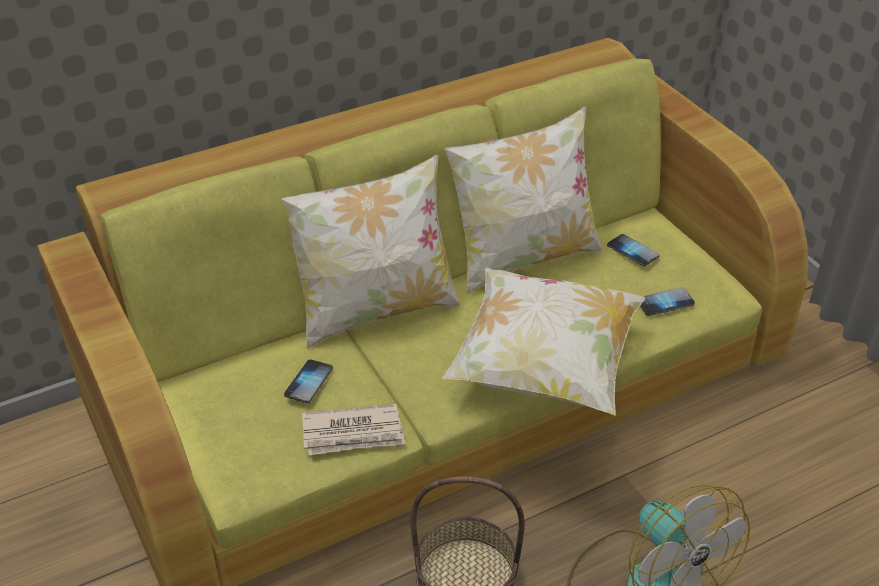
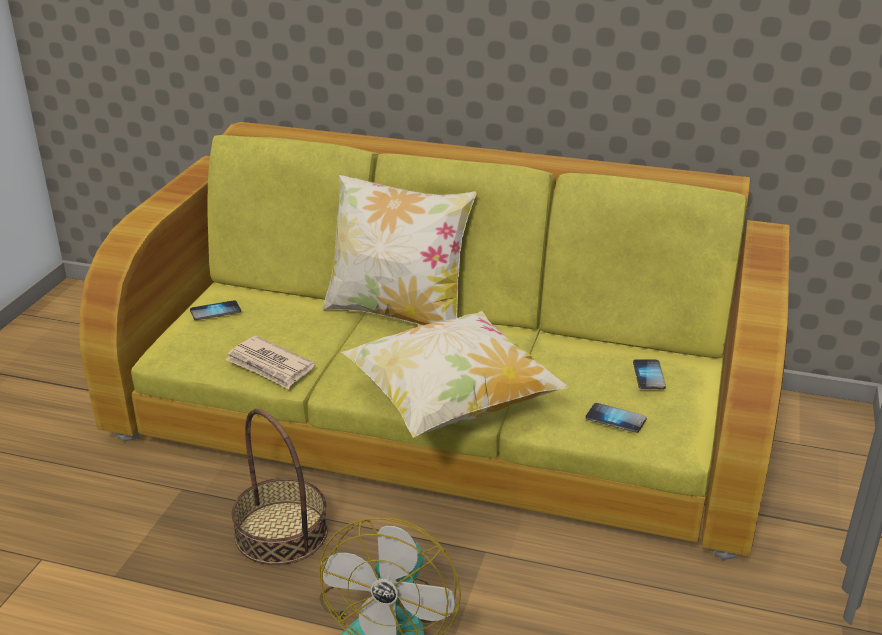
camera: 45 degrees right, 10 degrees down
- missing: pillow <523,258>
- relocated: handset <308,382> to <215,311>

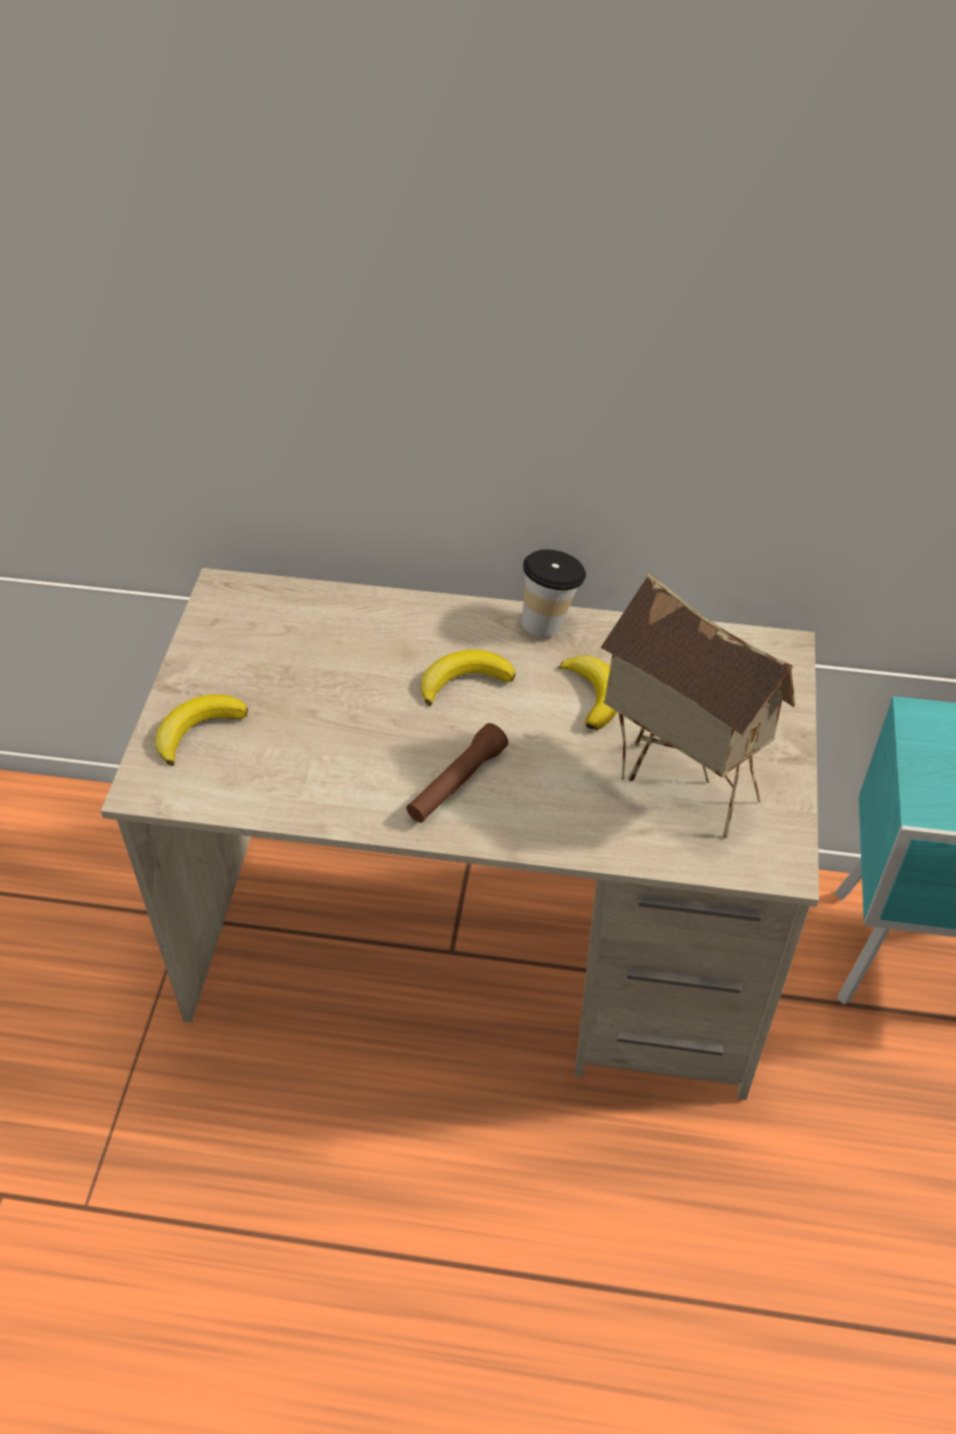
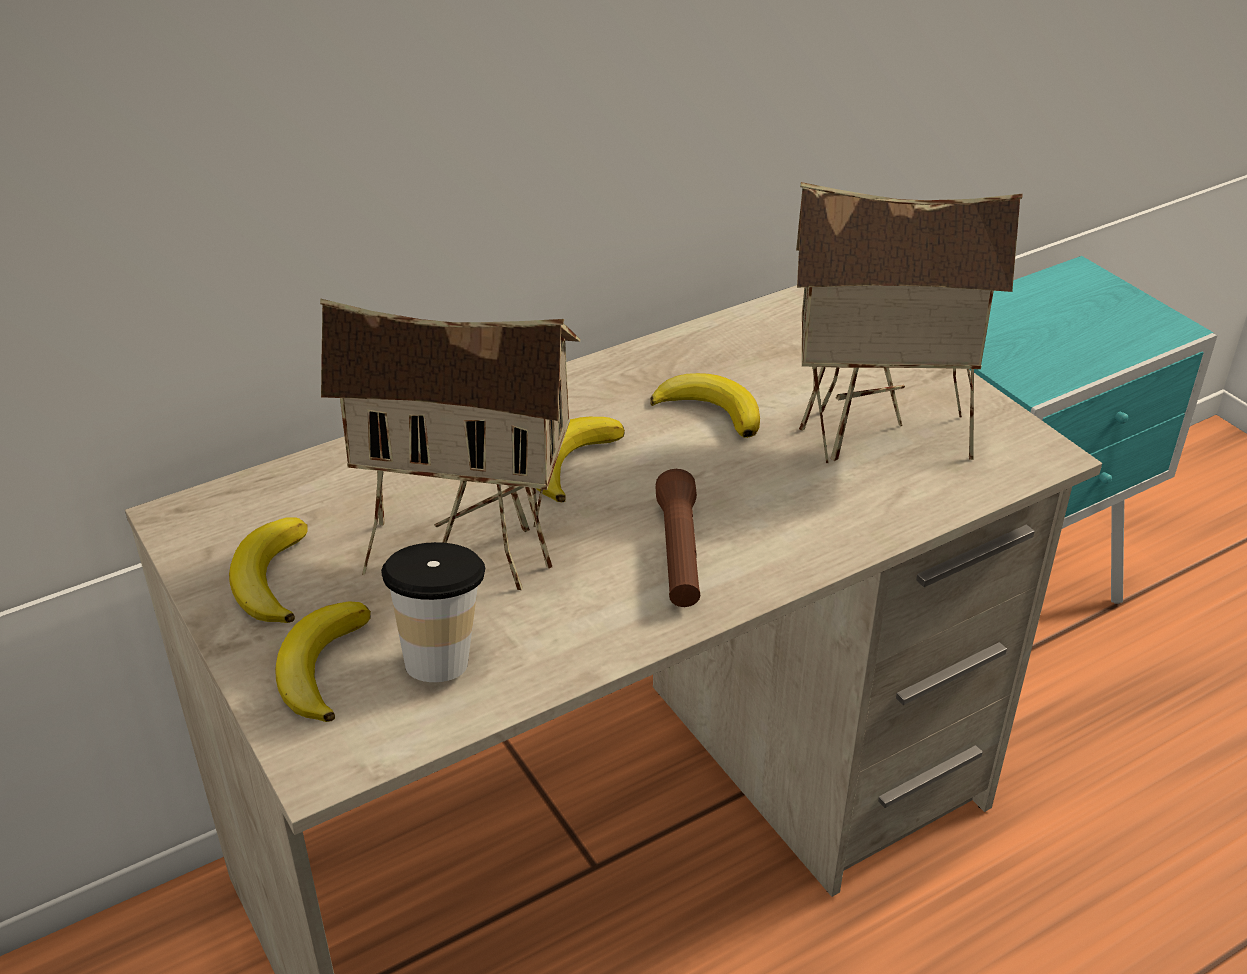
camera: 40 degrees left, 10 degrees down
- appeared: banana <270,578>
- appeared: miniature house <469,547>
- relocated: drinking cup <550,621> to <441,654>

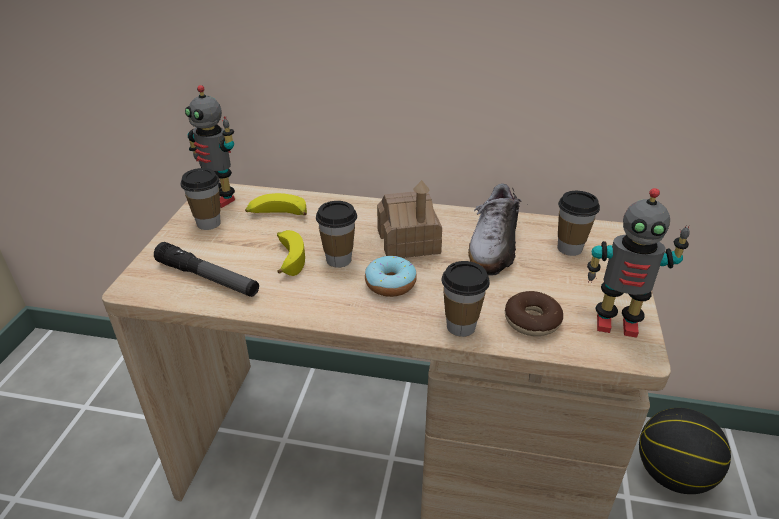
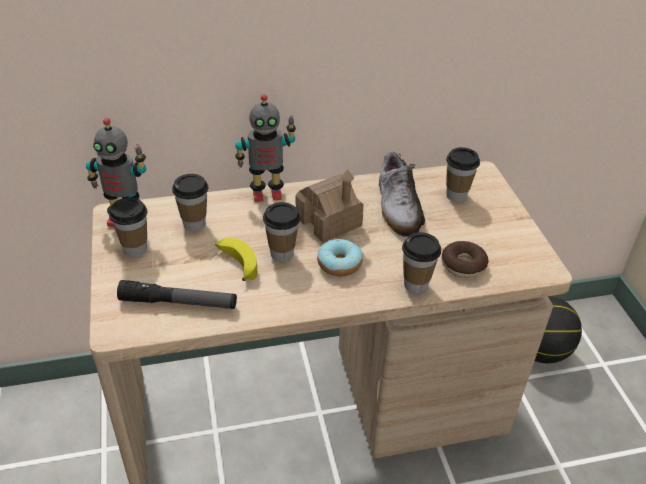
camera: 25 degrees left, 5 degrees up
- relocated: model robot <616,323> to <267,193>
- exchanged: banana <277,215> to drinking cup <194,224>

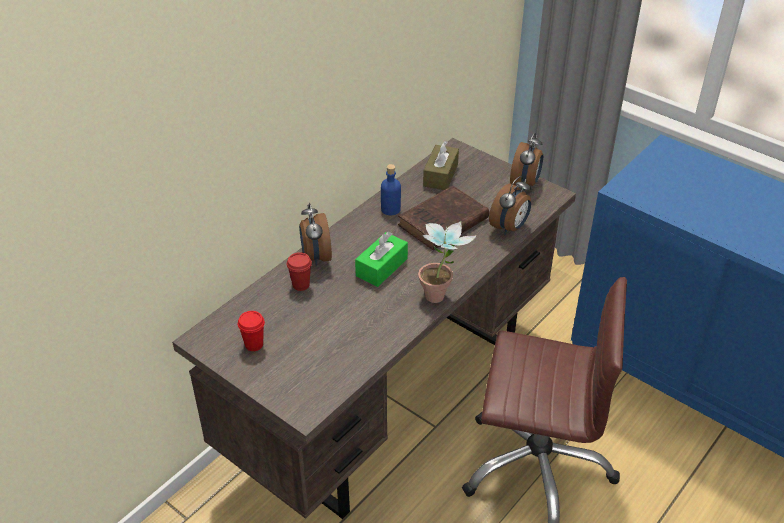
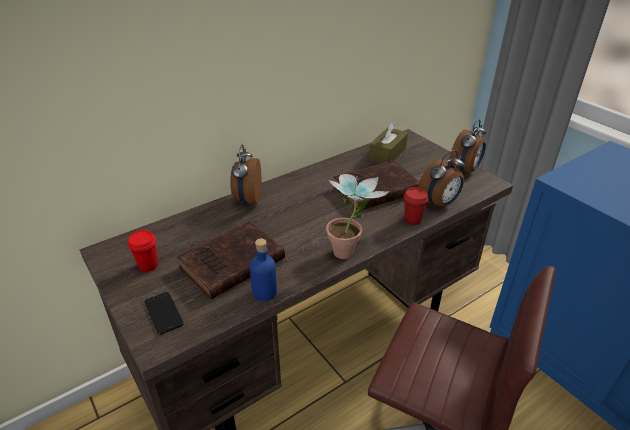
camera: 15 degrees right, 5 degrees down
- missing: tissue holder (greenish) <381,267>
- appeared: handset <164,313>
- appeared: book (brown-coloured) <230,264>
- relocated: drinking cup (reddish) <301,285> to <412,220>
- relocated: drink bottle (bluish) <390,209> to <264,292>

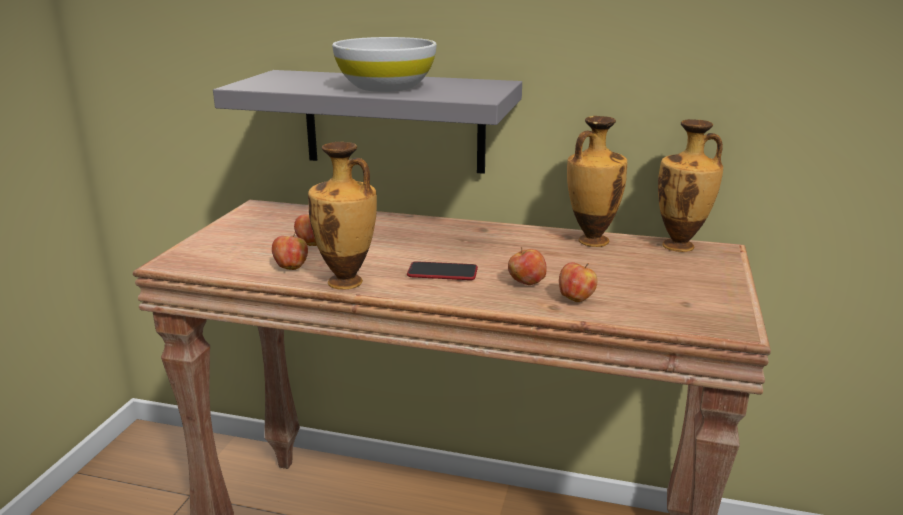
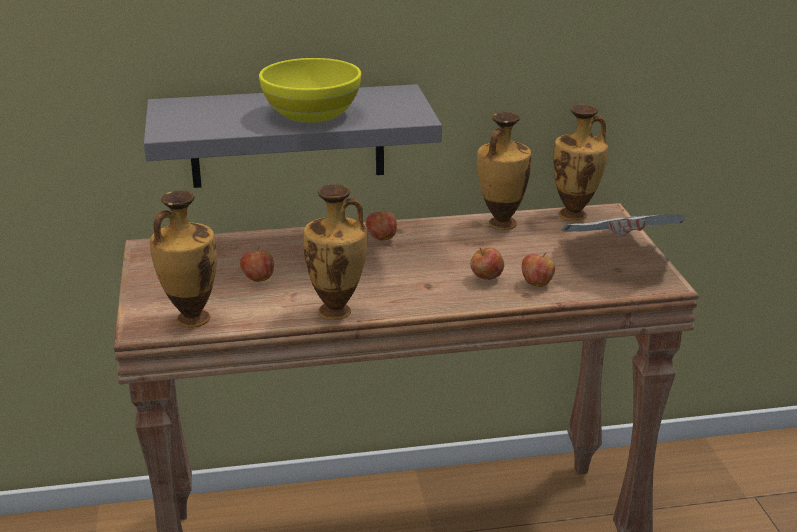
camera: 25 degrees left, 5 degrees up
- missing: handset <442,272>
- appeared: decorative vase <190,319>
- appeared: daily paper <618,255>
- relocated: whole apple <291,268> to <381,238>
- colour: bowl (whitish) <386,87> to bowl (yellow) <312,114>

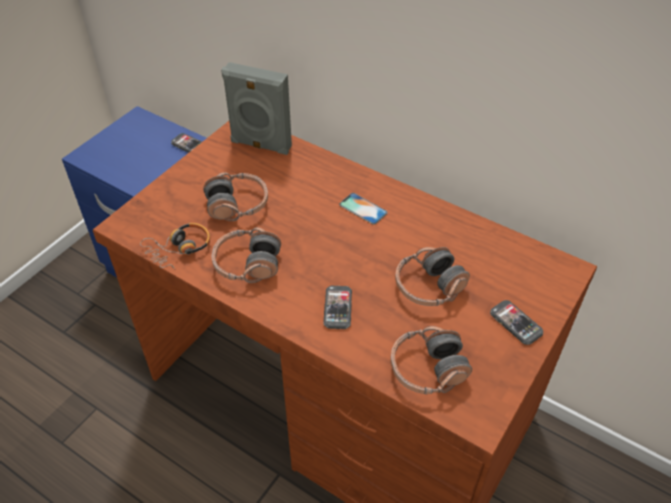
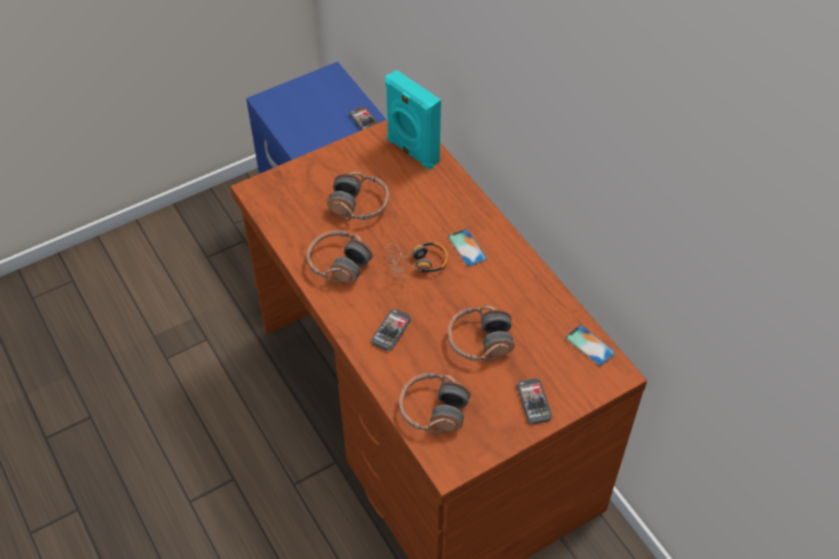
camera: 25 degrees right, 5 degrees up
- appeared: handset <590,345>
- relocated: pair of headphones <179,249> to <417,264>
- colour: speaker (greyish) <260,145> to speaker (turquoise-coloured) <411,151>

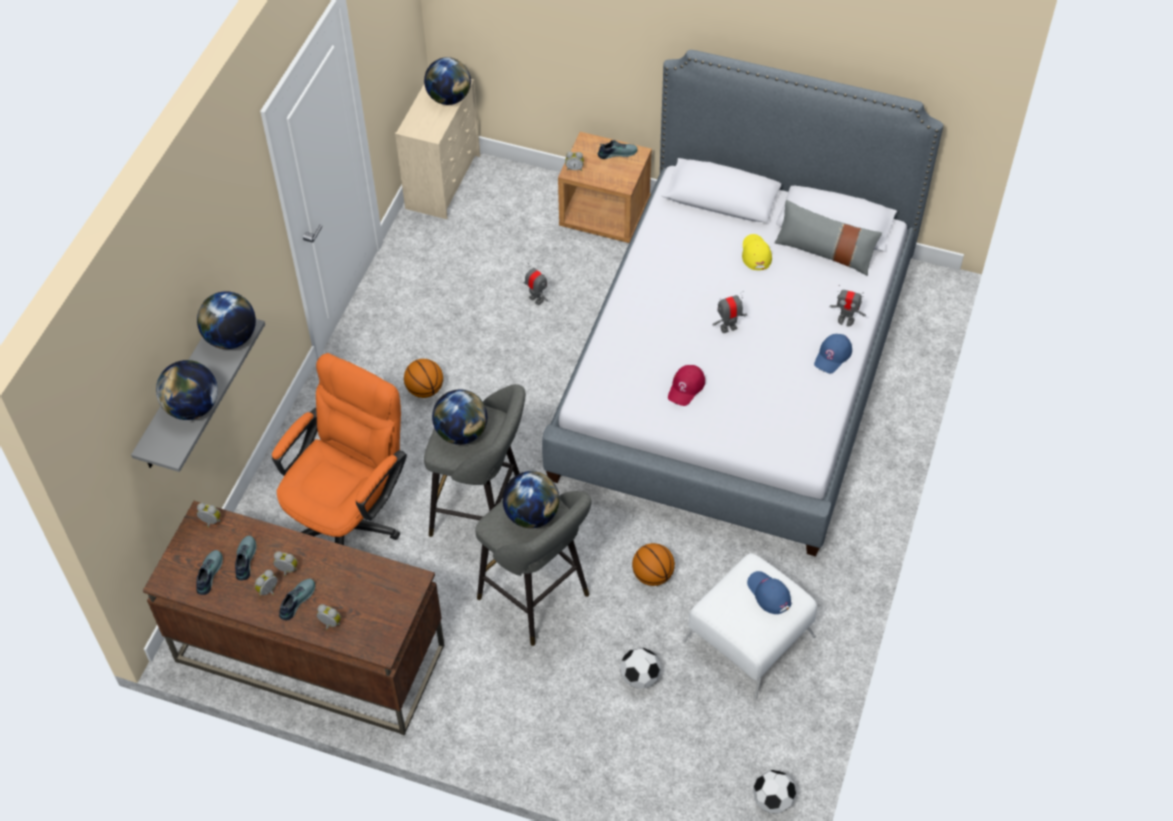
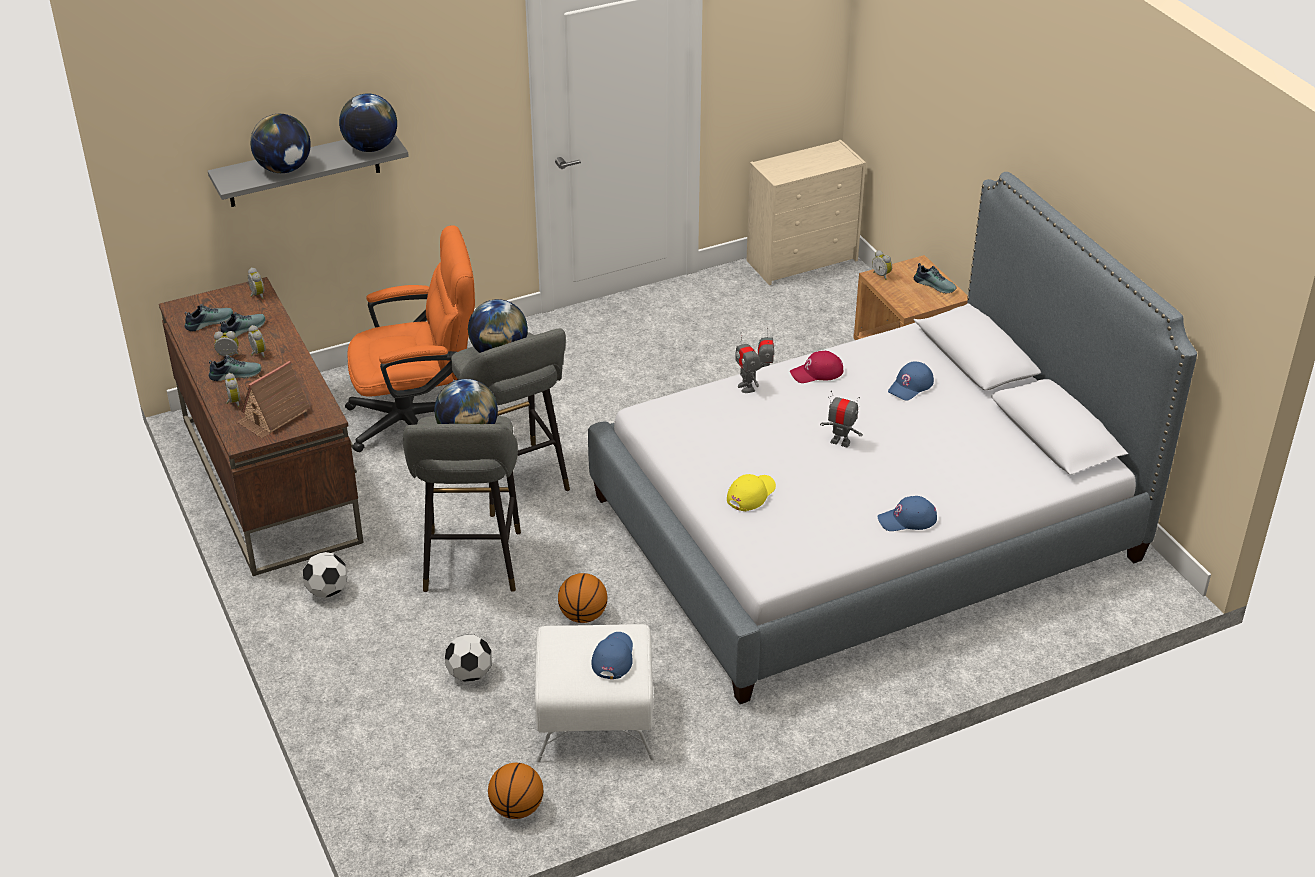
camera: 45 degrees right, 15 degrees down
- missing: globe <449,98>
- missing: pillow (greyish) <825,251>
- appeared: miniature house <273,416>
- appeared: baseball cap (bluish) <911,386>
- relocated: basketball <425,389> to <517,808>
- relocated: baseball cap (reddish) <686,387> to <817,372>
- relocated: baseball cap (yellow) <755,253> to <751,494>
- relocated: football ball <772,800> to <327,591>
- relocated: model robot <845,320> to <746,387>

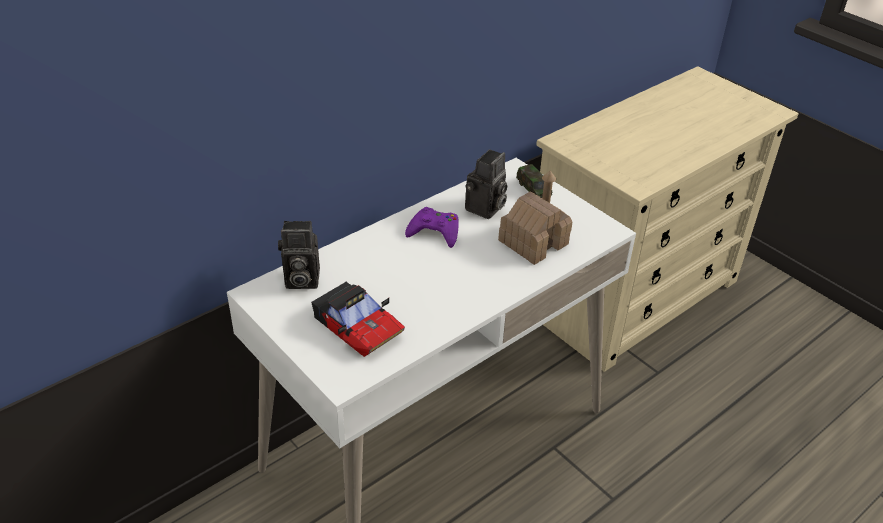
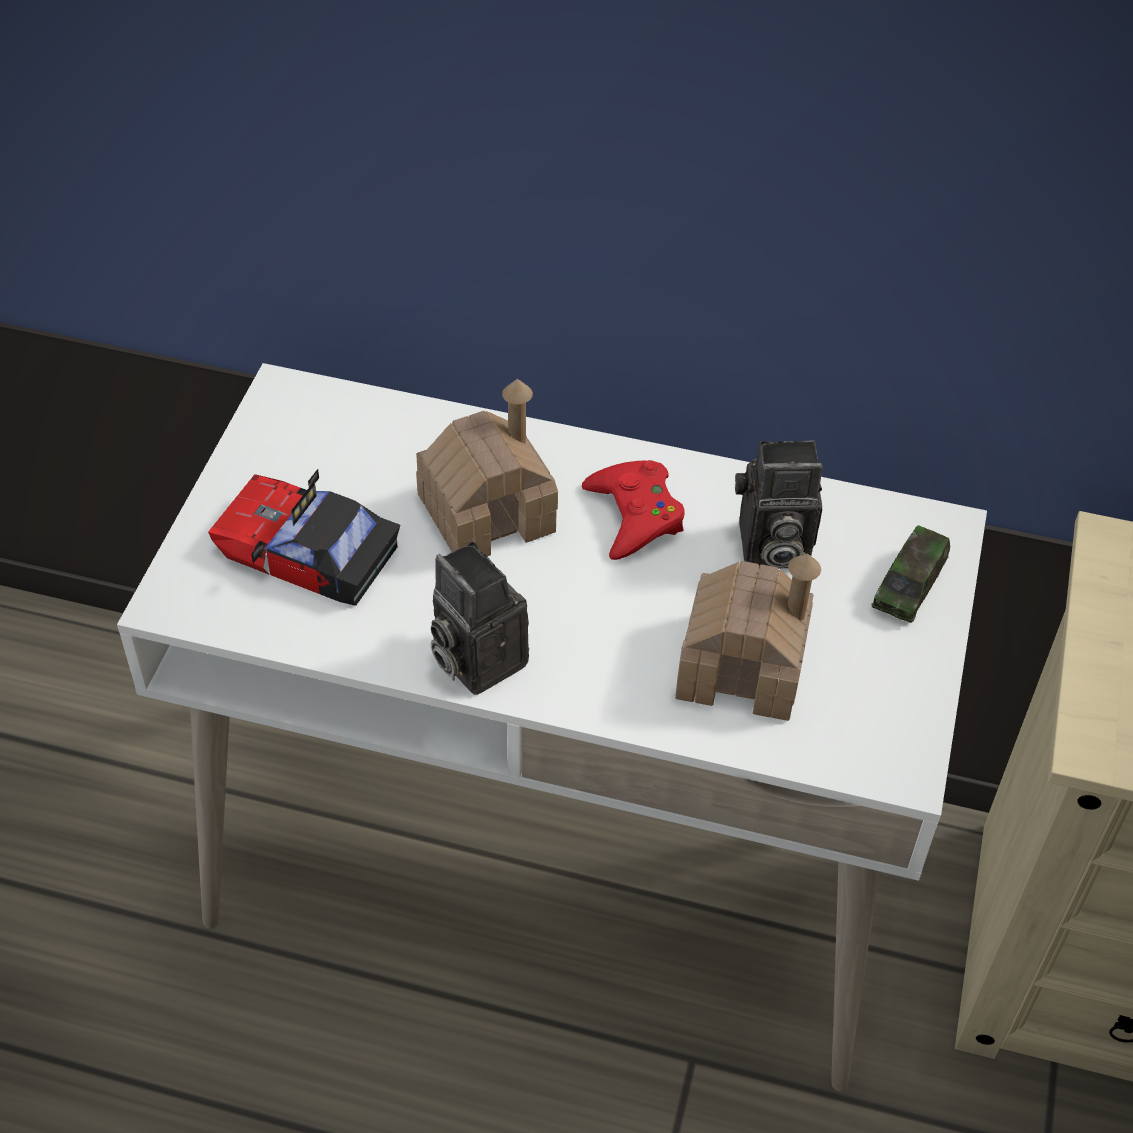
camera: 55 degrees right, 10 degrees up
- appeared: miniature house <487,513>
- relocated: photo camera <300,280> to <474,658>
- colour: game controller (purple) <435,232> to game controller (reddish) <634,515>
- spun: toy car <358,326> = <307,551> 105 degrees clockwise

